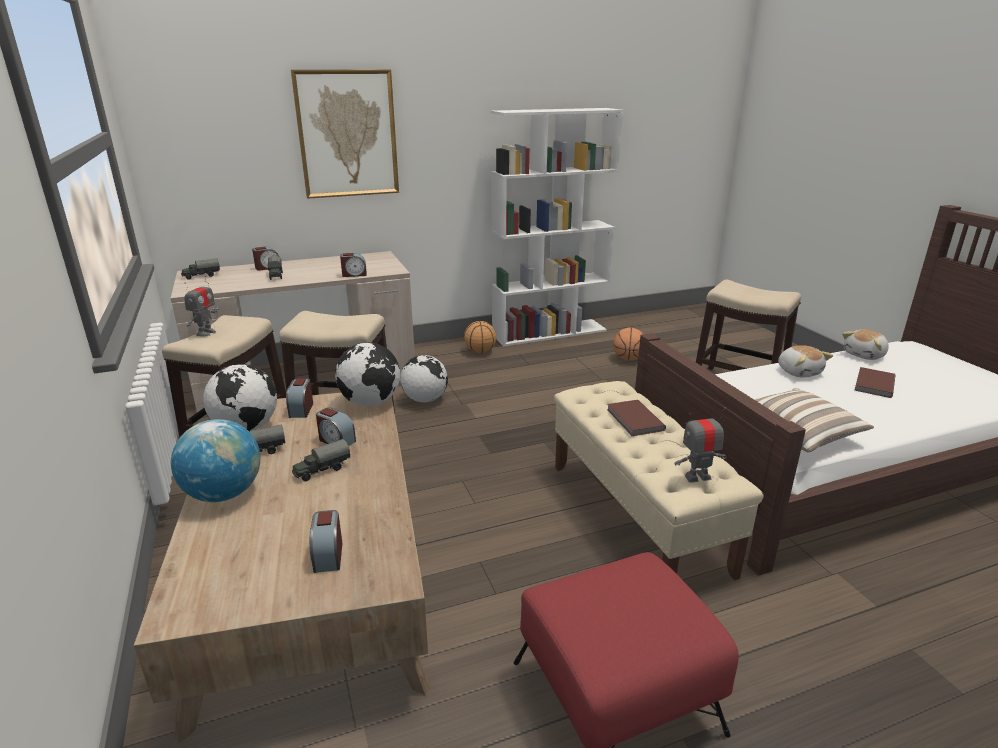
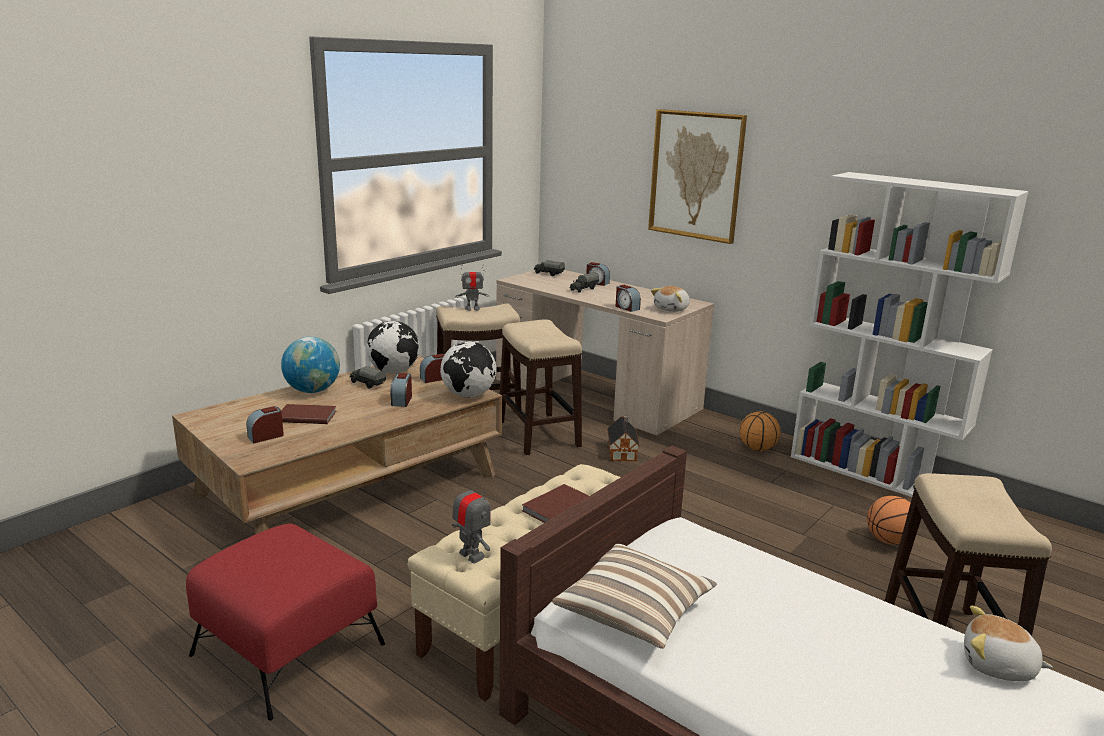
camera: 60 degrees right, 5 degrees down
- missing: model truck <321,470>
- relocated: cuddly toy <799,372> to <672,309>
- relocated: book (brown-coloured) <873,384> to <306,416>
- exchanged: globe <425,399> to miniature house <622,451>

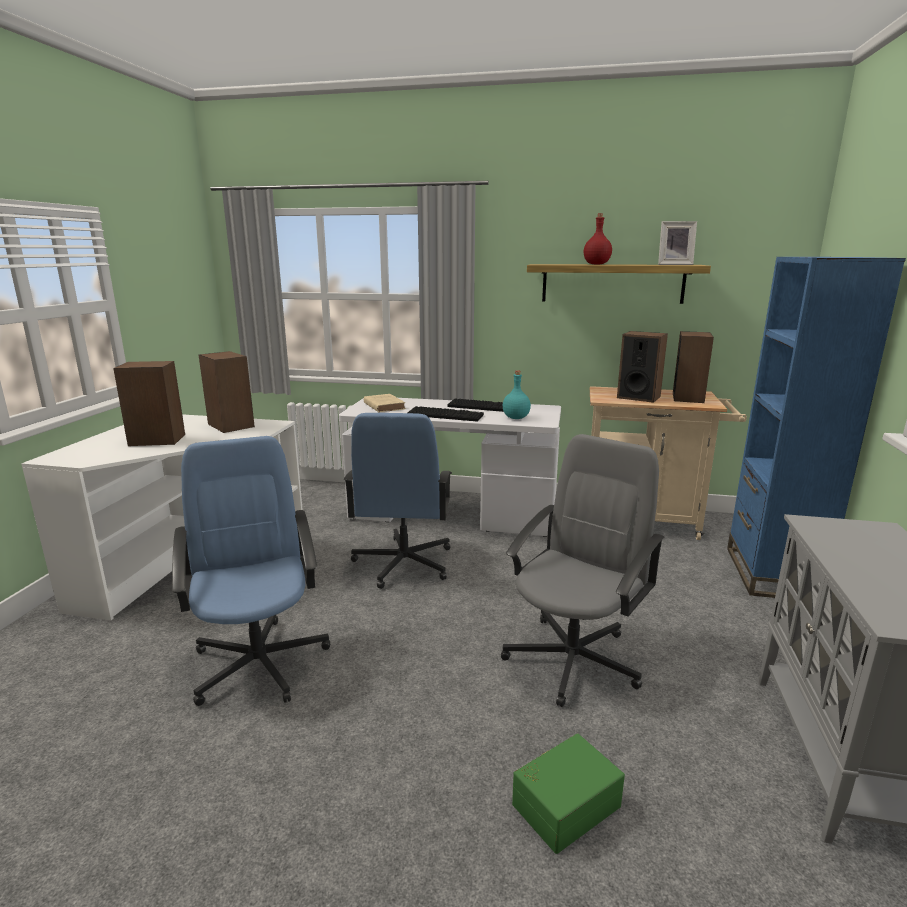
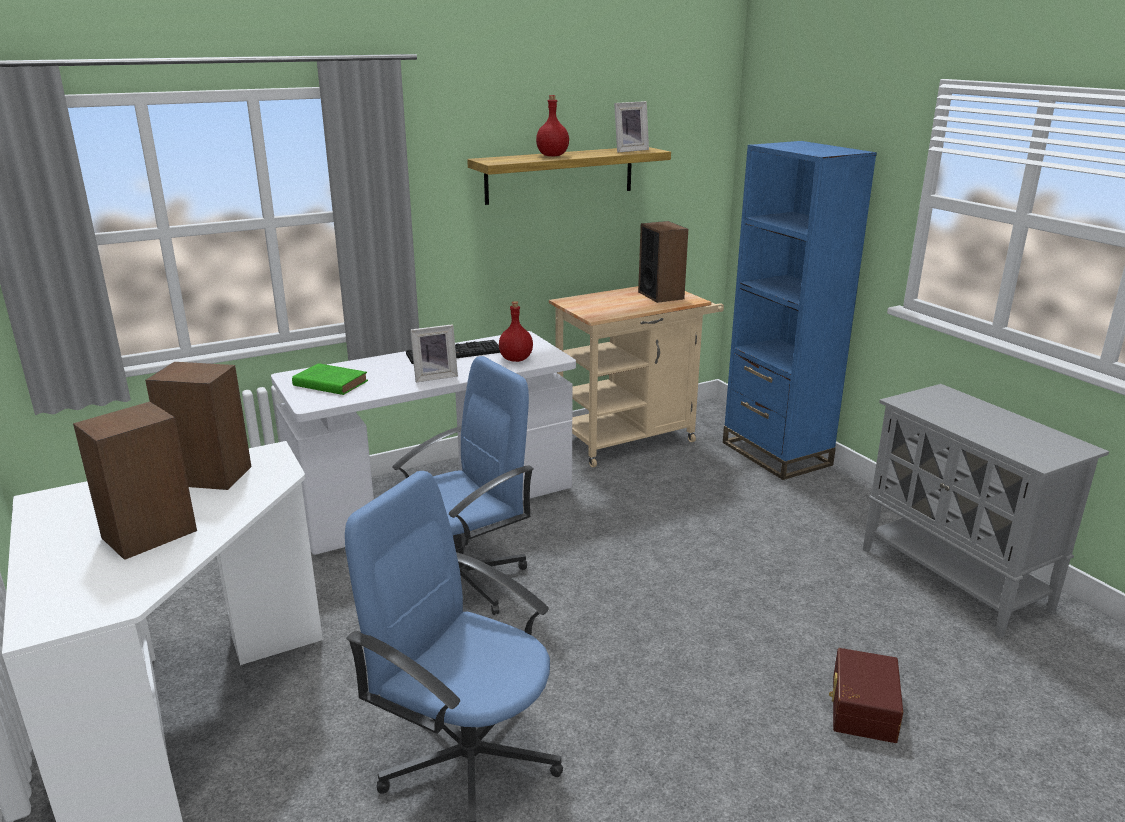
camera: 40 degrees left, 5 degrees up
- missing: desk chair (greyish) <573,658>
- missing: speaker <638,397>
- exchanged: computer keyboard <446,415> to standing frame <434,376>
- colour: book (beige-coloured) <383,406> to book (greenish) <329,383>
- colour: drink bottle (turquoise-coloured) <516,418> to drink bottle (reddish) <516,359>
- colour: storage container (greenish) <564,803> to storage container (brown-coloured) <861,708>
- spun: desk chair (bluish) <403,563> = <462,580> 90 degrees counterclockwise

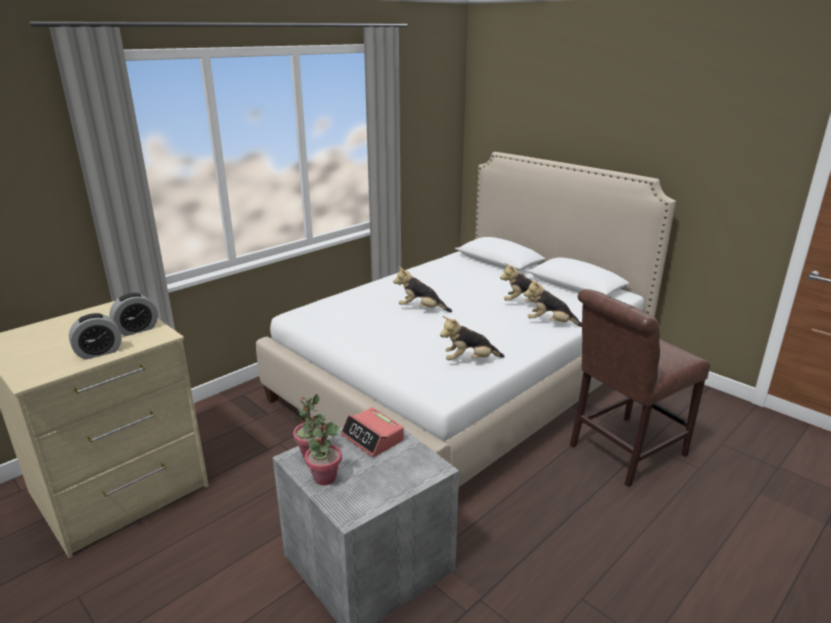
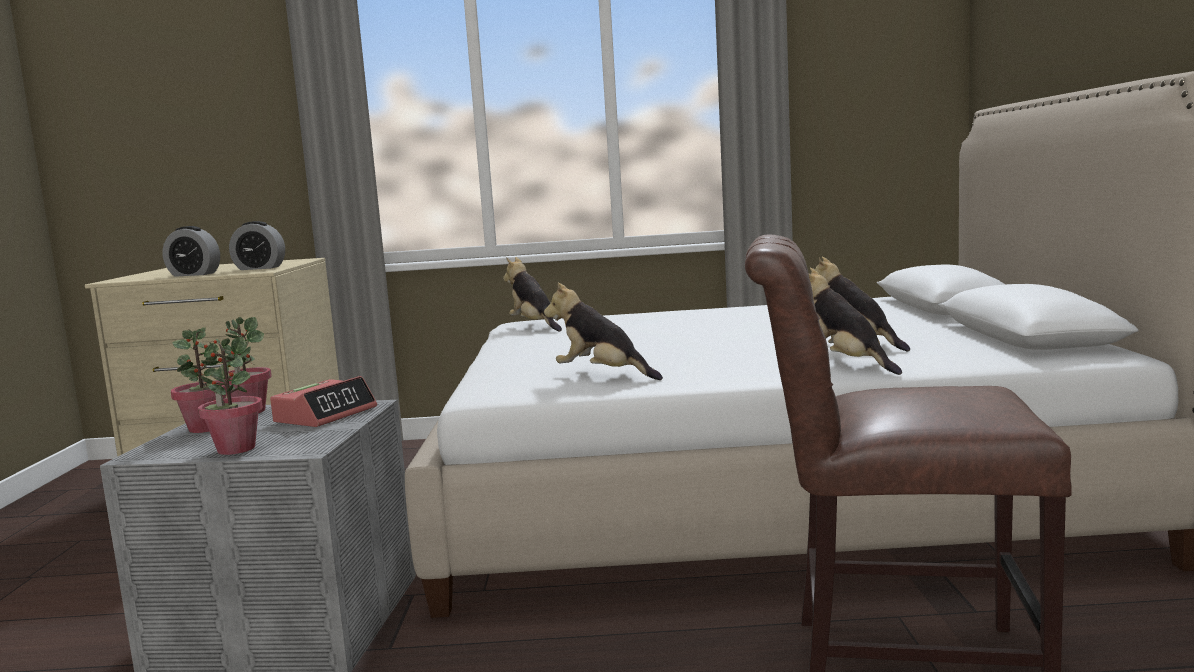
camera: 45 degrees right, 15 degrees down
- appeared: houseplant <236,449>
- relocated: cuddly toy <421,309> to <535,326>
- spun: table clock <373,438> = <326,415> 150 degrees counterclockwise

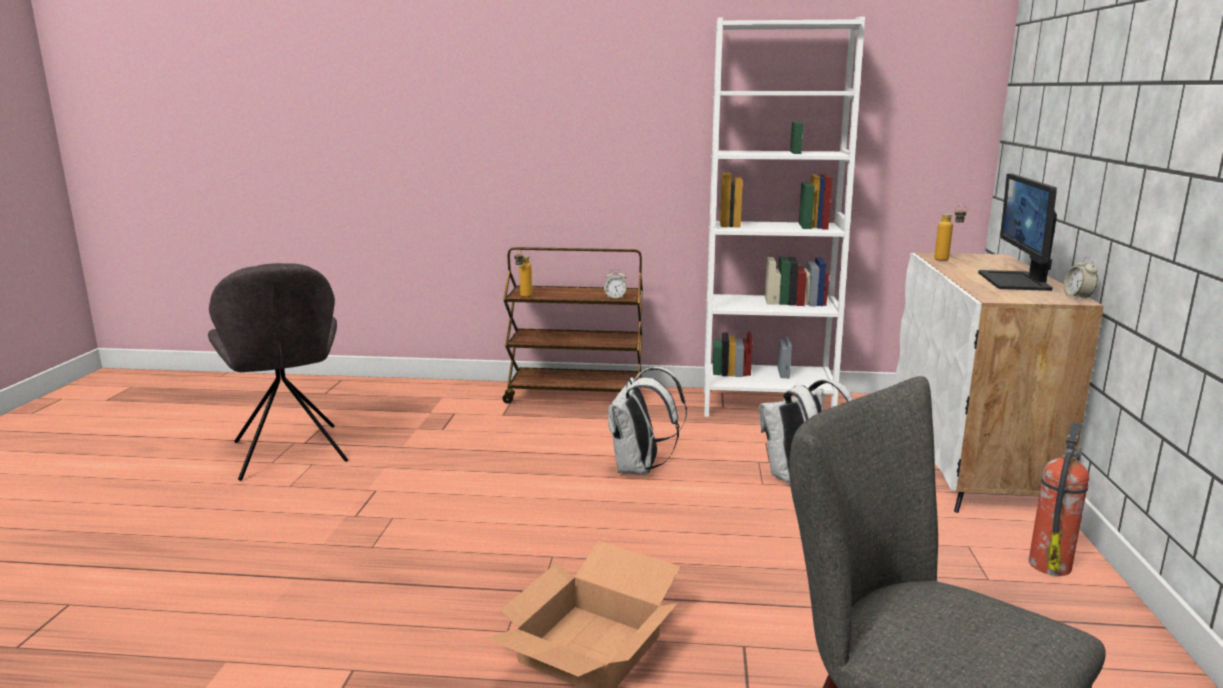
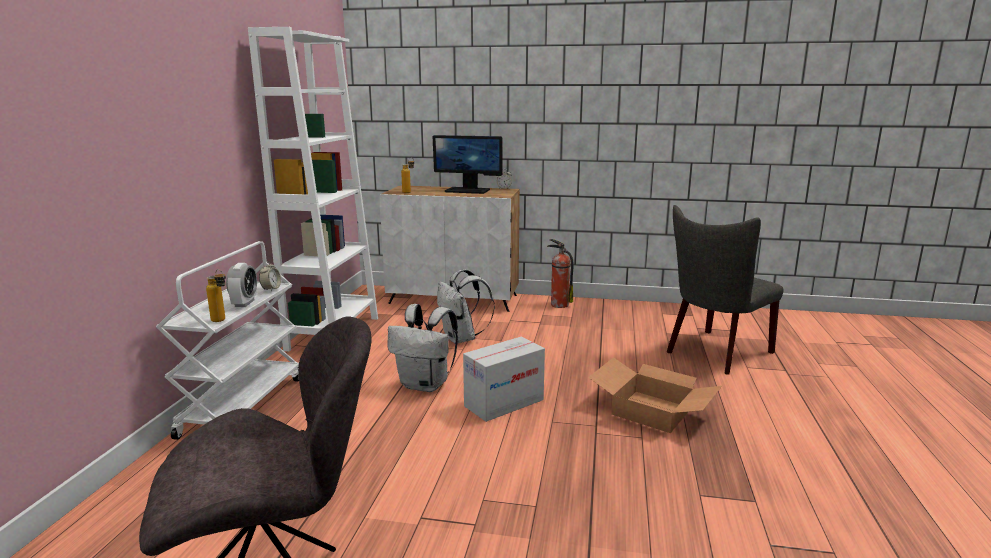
camera: 85 degrees left, 0 degrees up
- appeared: table clock <244,303>
- appeared: carton <504,403>
- colour: cart (brown-coloured) <576,395> to cart (whitish) <243,405>

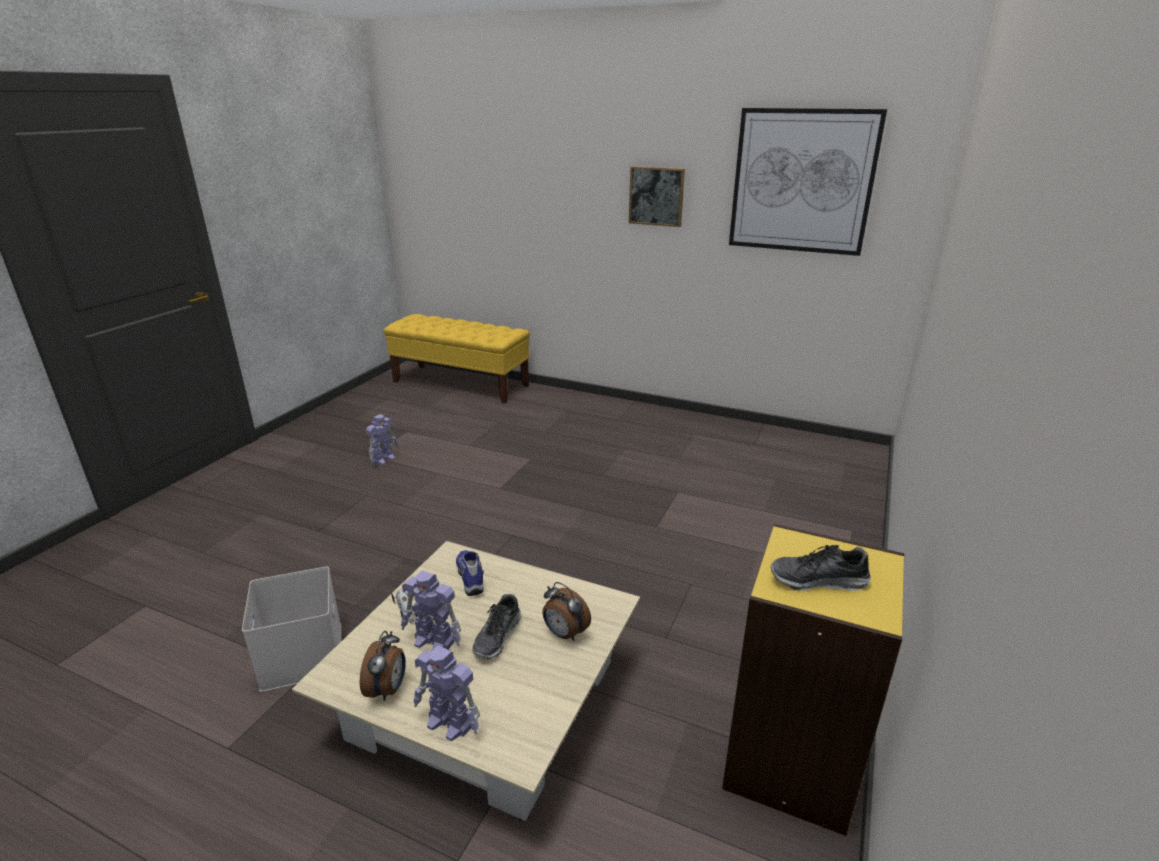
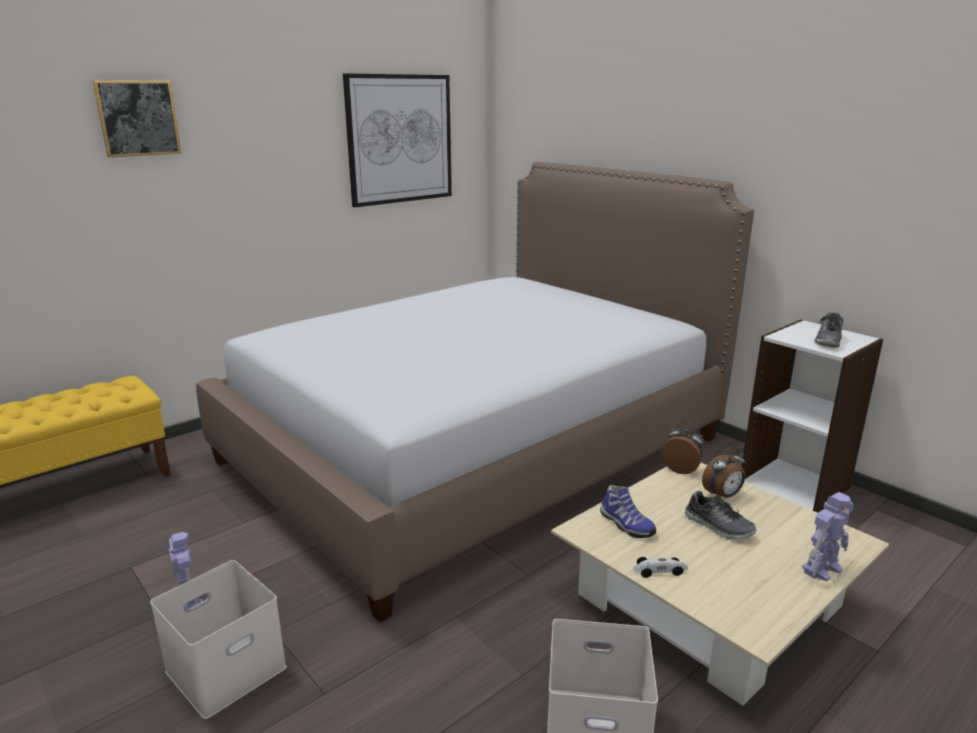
camera: 65 degrees left, 5 degrees down
- missing: model robot <434,641>
- appeared: storage container (whitish) <227,667>
- appeared: bed <475,449>
- relocated: table clock <388,689> to <681,469>
- relocated: wall picture <656,196> to <138,118>
- colour: shelving unit (yellow) <793,762> to shelving unit (whitish) <795,485>
- spun: shoe <472,577> = <625,525> 135 degrees counterclockwise

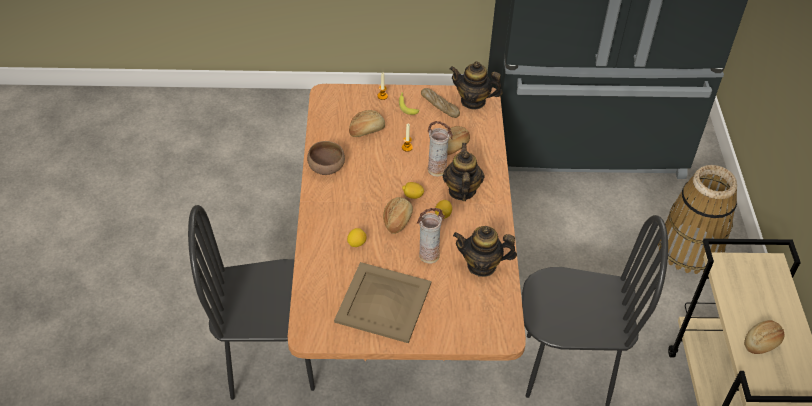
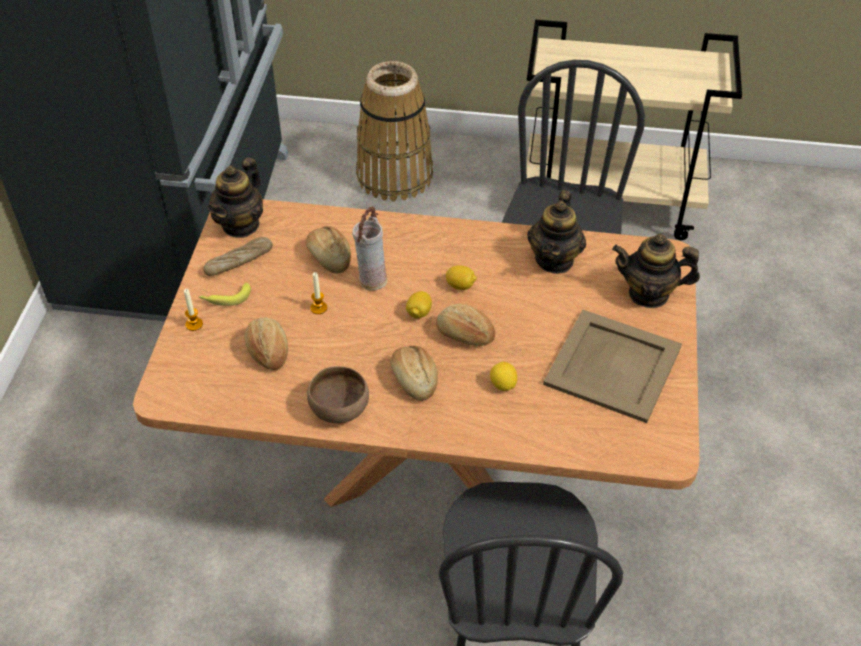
camera: 80 degrees left, 0 degrees up
- missing: decorative vase <428,255>
- relocated: teapot <461,191> to <649,294>
- relocated: bread <762,342> to <414,379>

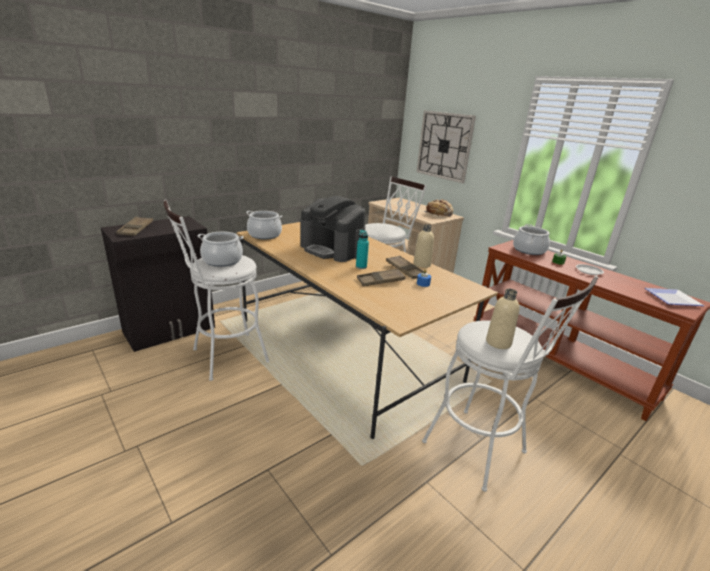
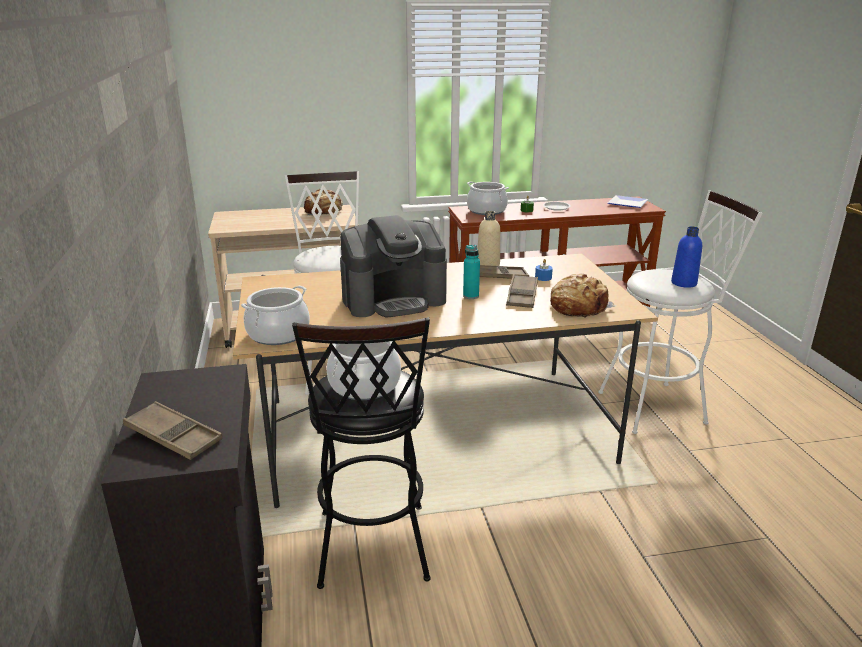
camera: 60 degrees left, 0 degrees up
- missing: wall clock <444,146>
- appeared: bread <578,306>
- colour: sitting stool (whitish) <223,357> to sitting stool (black) <372,554>
- colour: drink bottle (beige-coloured) <498,342> to drink bottle (bluish) <683,283>

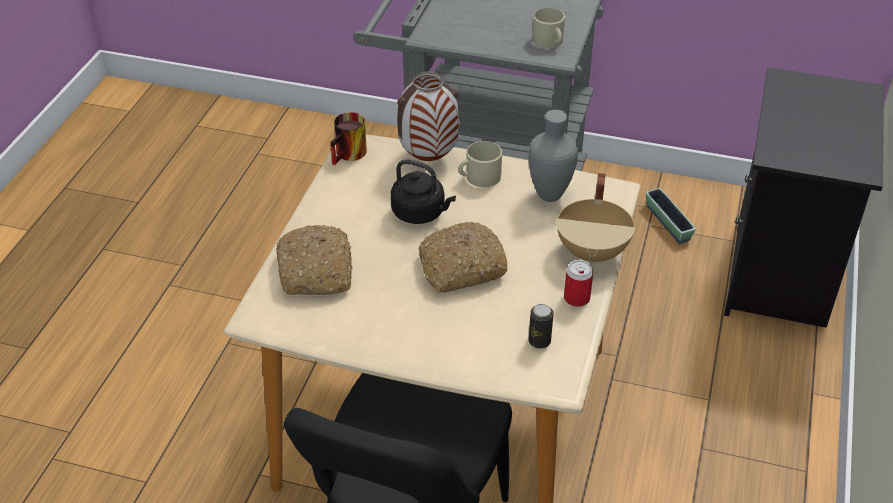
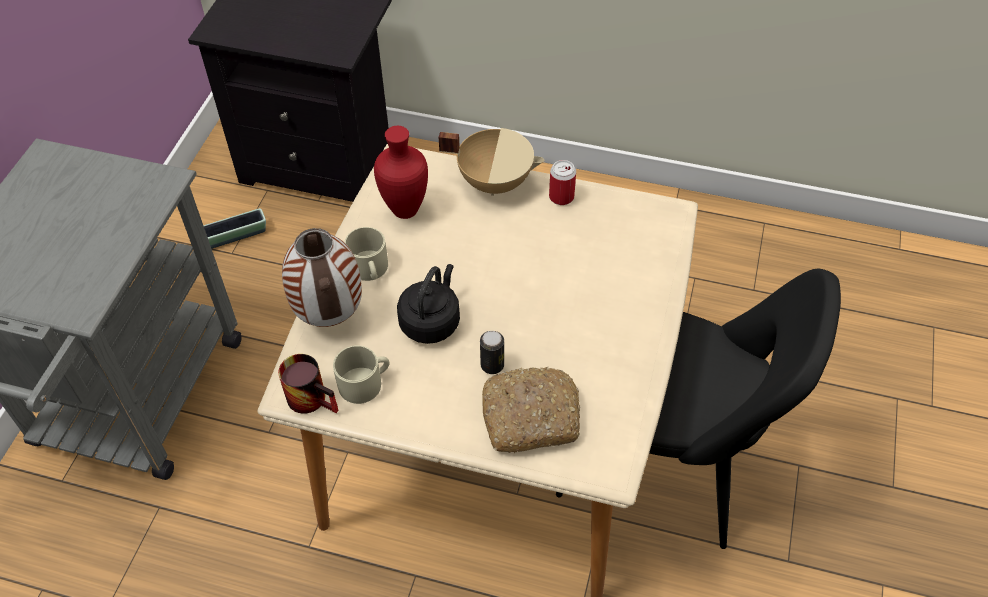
camera: 90 degrees left, 10 degrees up
- missing: bread <461,268>
- relocated: sealed can <539,341> to <492,365>
- relocated: tea mug (beige-coloured) <549,42> to <365,383>
- colour: decorative vase (greyish) <551,194> to decorative vase (reddish) <404,209>

